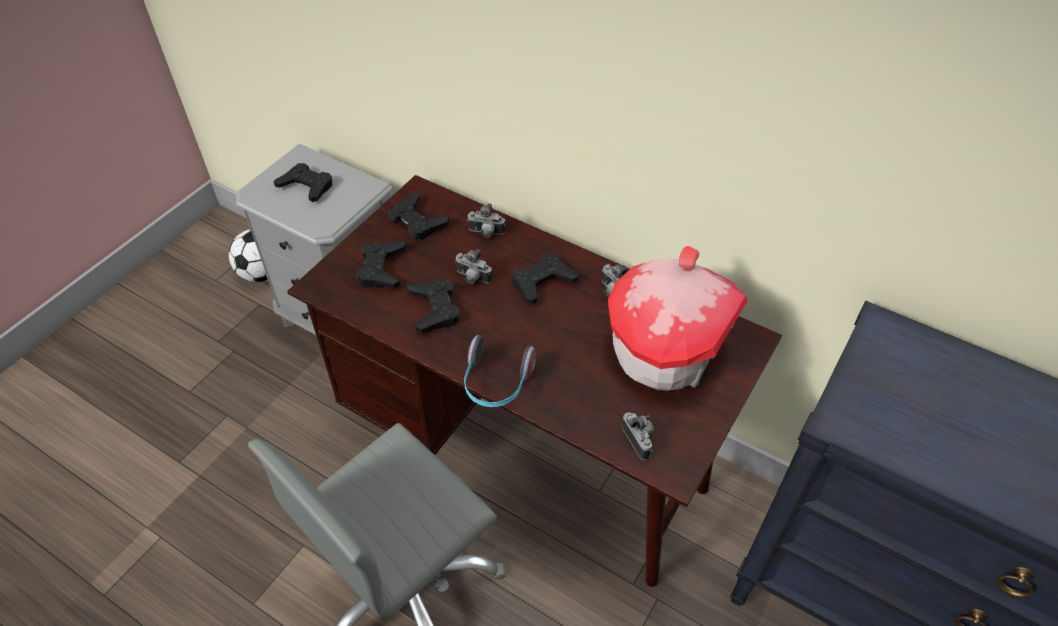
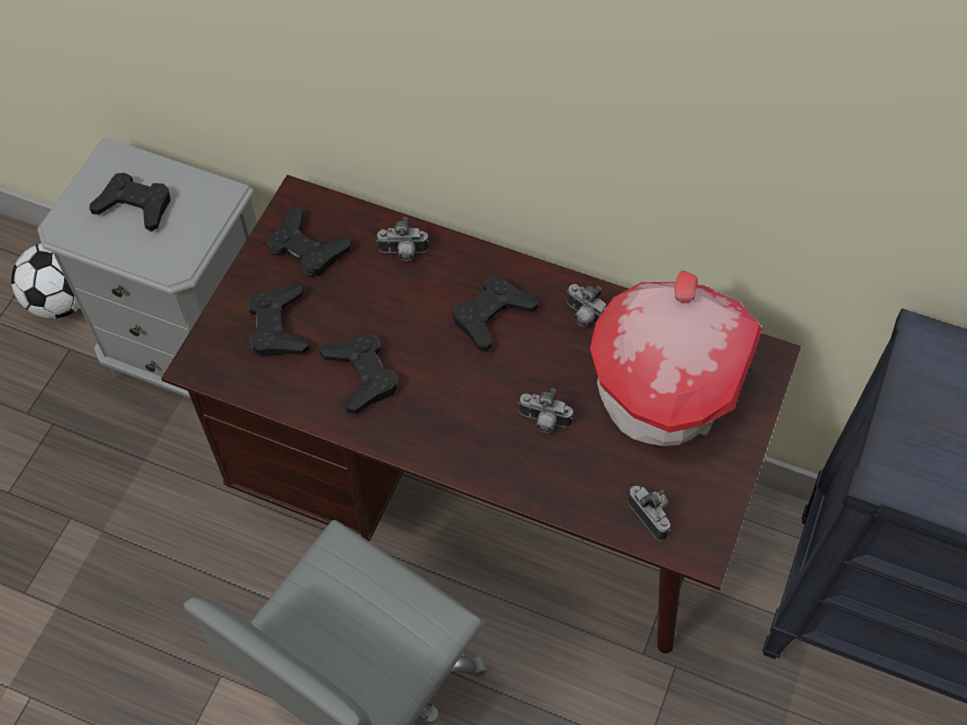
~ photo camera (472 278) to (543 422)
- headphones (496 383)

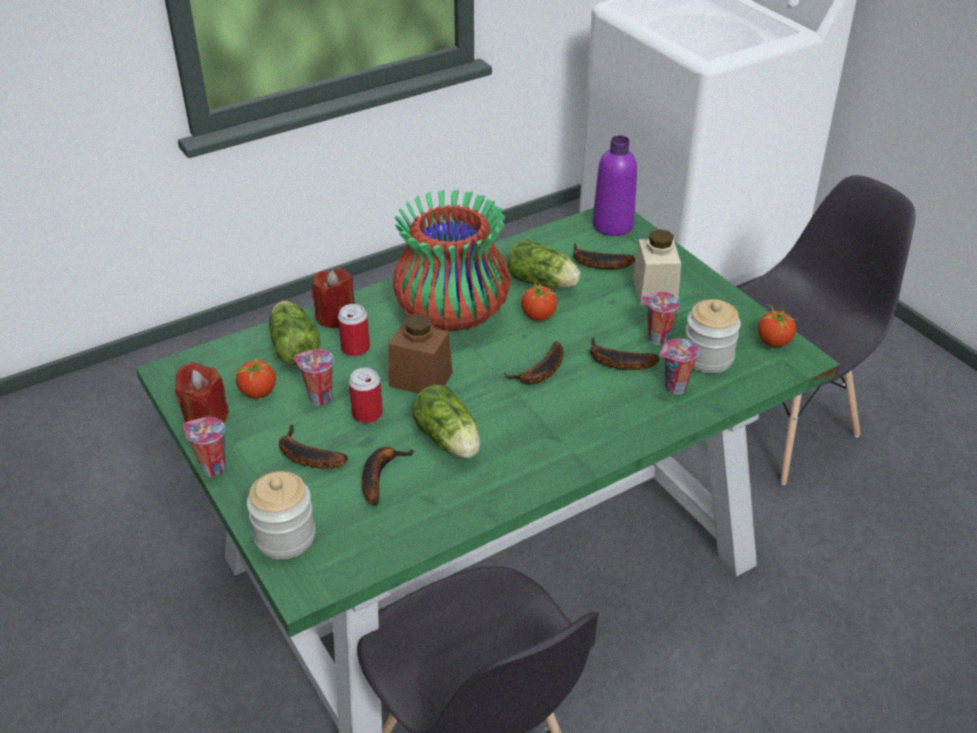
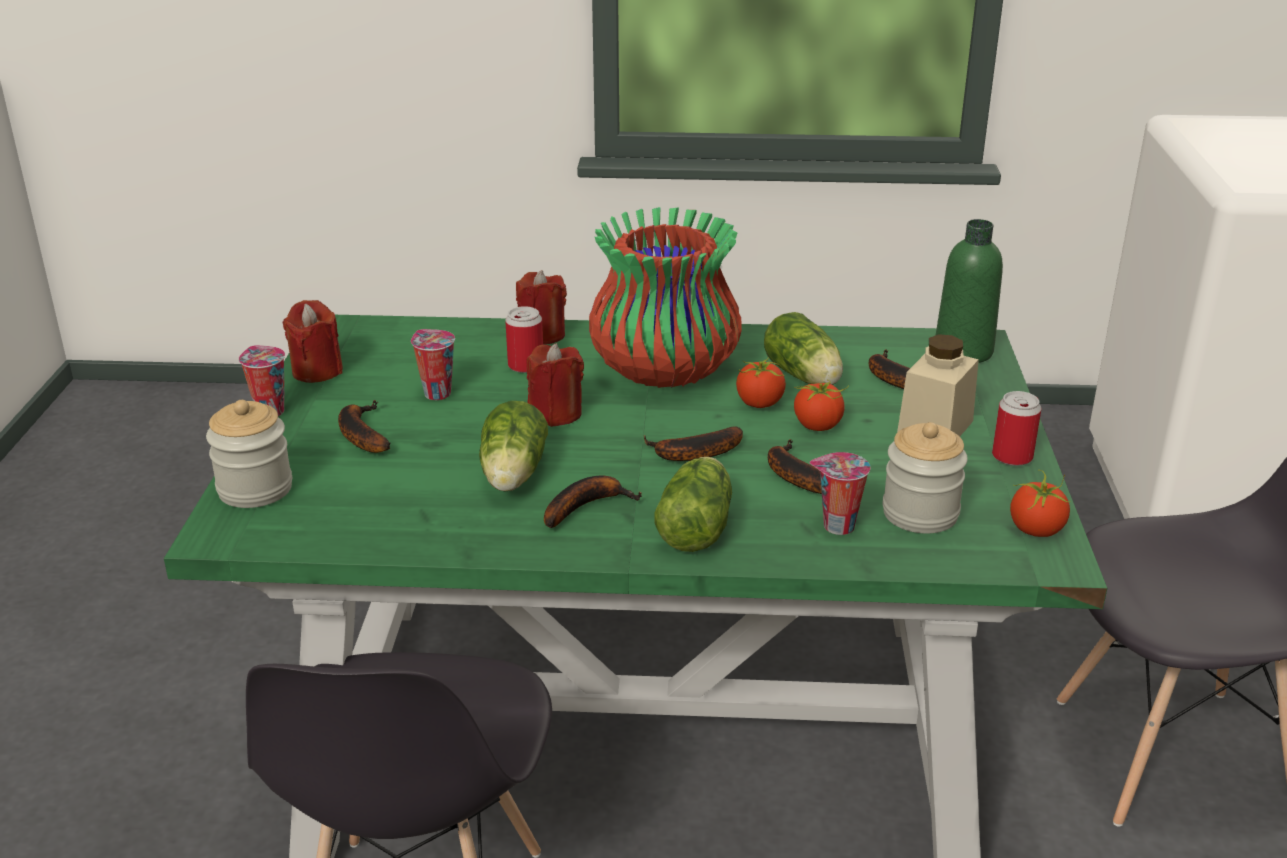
~ tomato (258 392) to (818 425)
~ lettuce (294 346) to (697 525)
~ can (367 414) to (1012 457)
~ banana (380 475) to (586 506)
~ jar in brown (420 379) to candle in red (555 413)
~ bottle in purple (612 225) to bottle in green (963 351)
- cup (656 338)

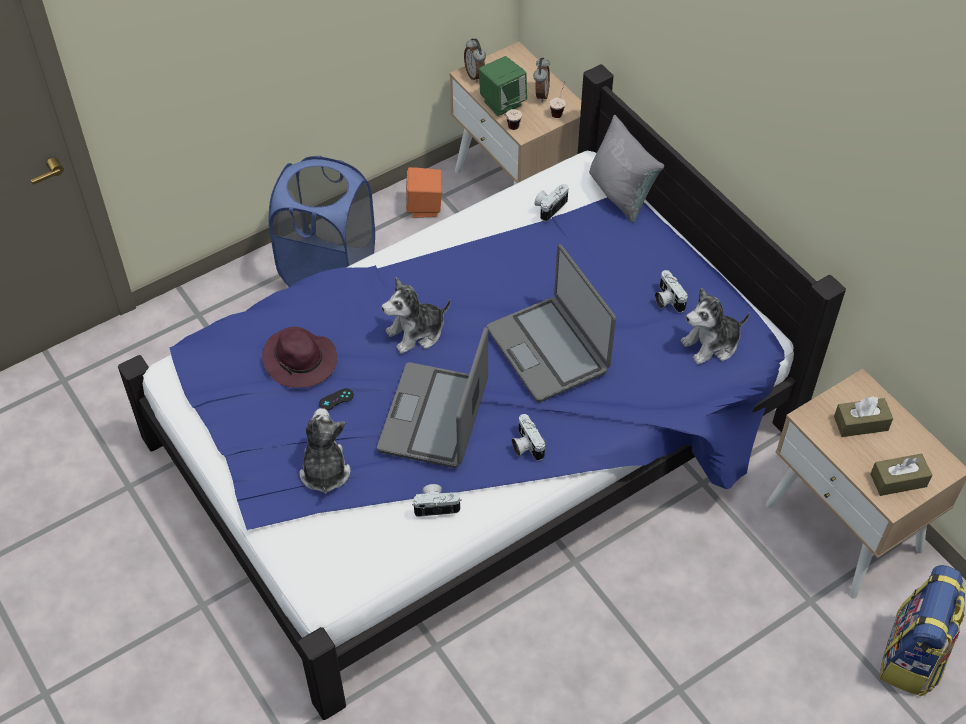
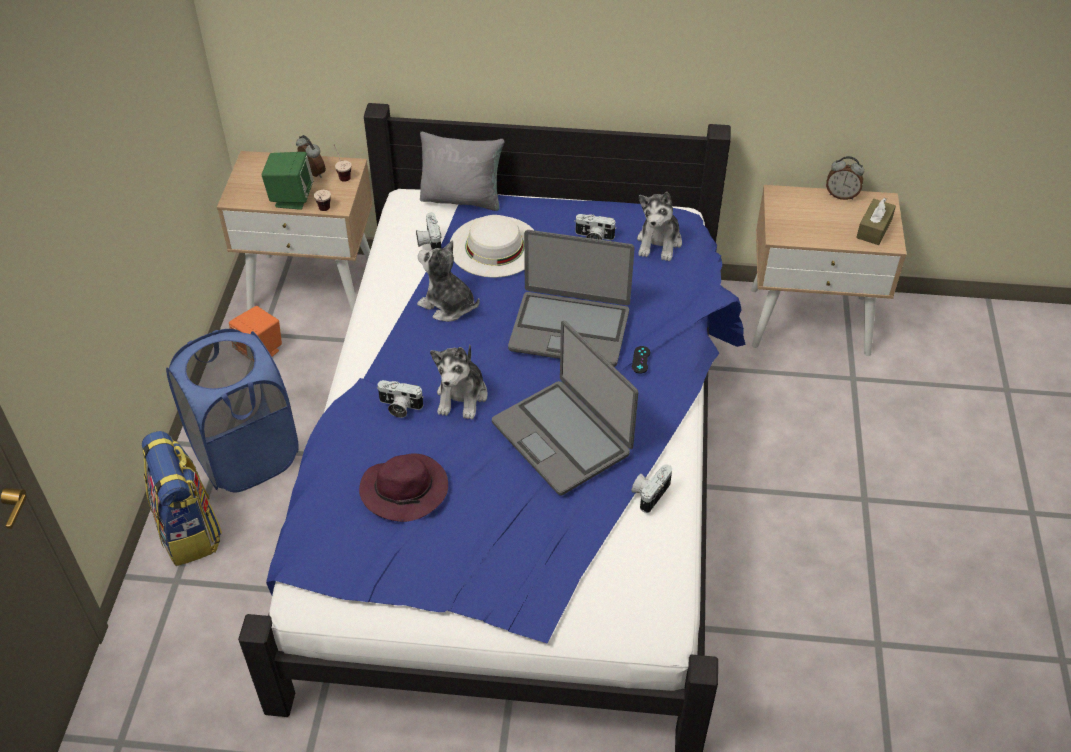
~ plush toy (324 471) to (448 305)
~ game controller in black (336 399) to (641 360)
~ alarm clock (475 75) to (841 195)
~ photo camera (525 445) to (399 407)
- tissue box in brown (860 423)
~ backpack (912 657) to (189 531)
+ hat in white (494 246)

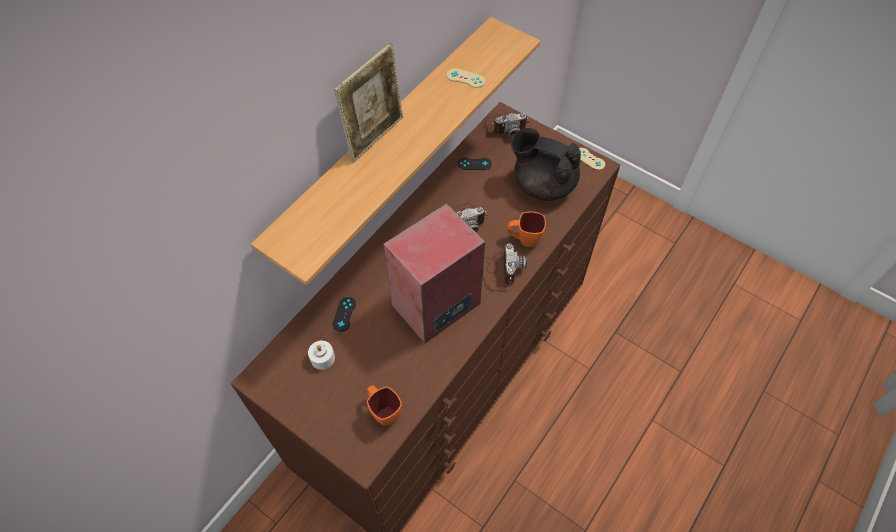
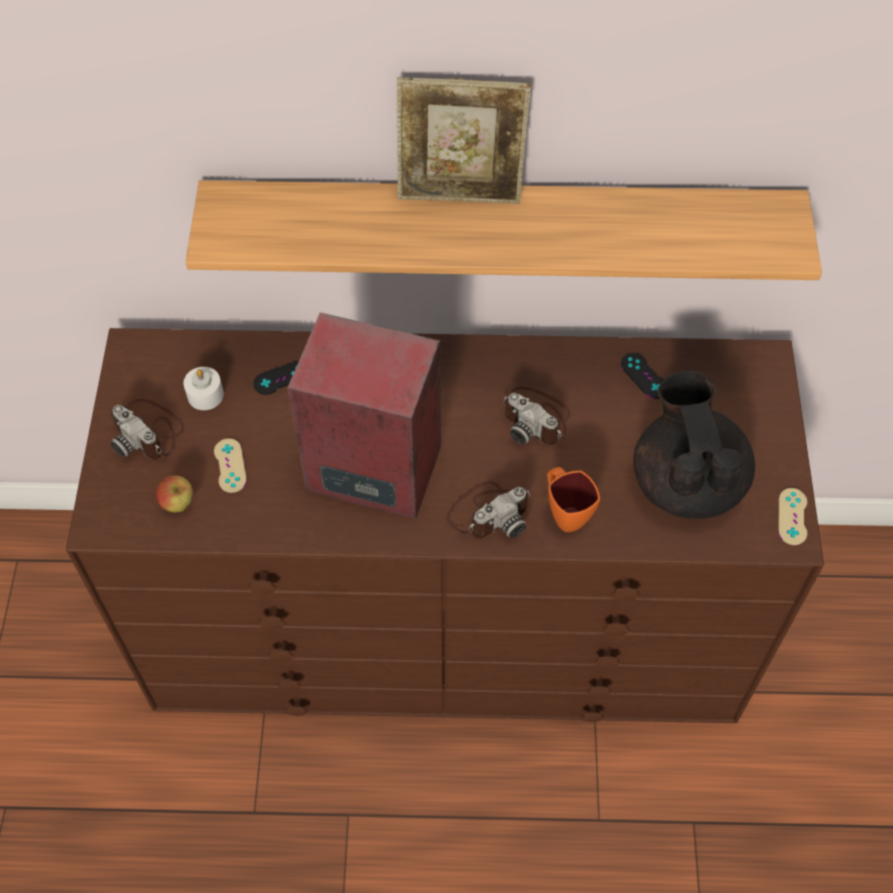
~ mug in orange (383 411) to apple (178 504)
~ game controller in beige (465 78) to (230 465)
~ photo camera (506 125) to (149 432)

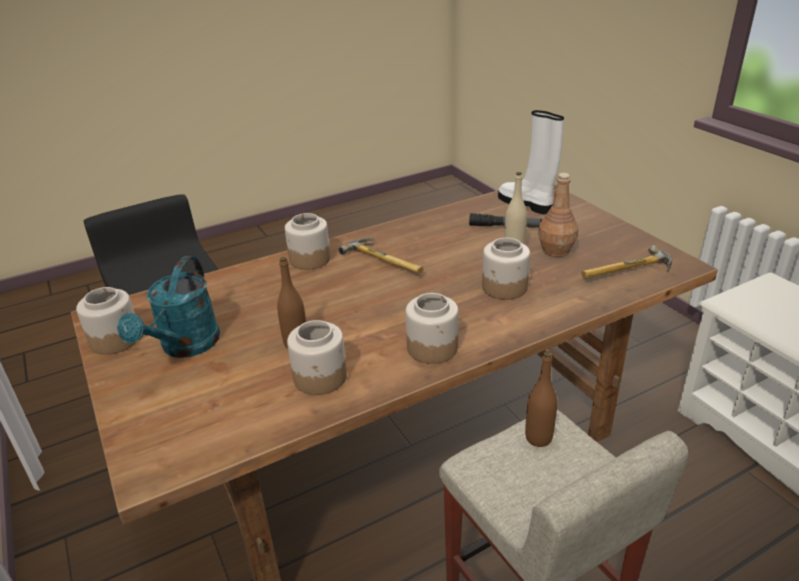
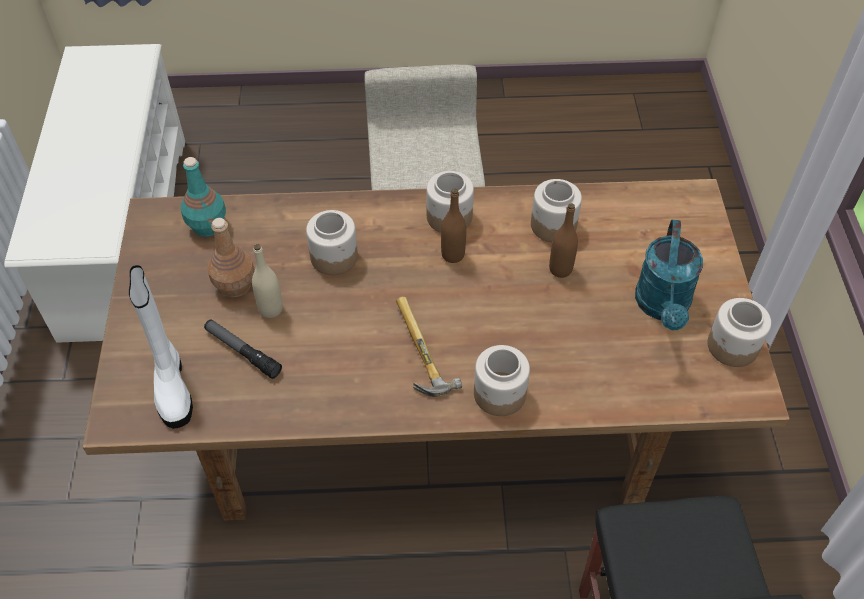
~ watering can in turquoise (185 347) = (663 307) 150 degrees clockwise
~ bottle in brown (538 438) to (453 255)
~ hammer (629 273) to bottle in turquoise (208 225)

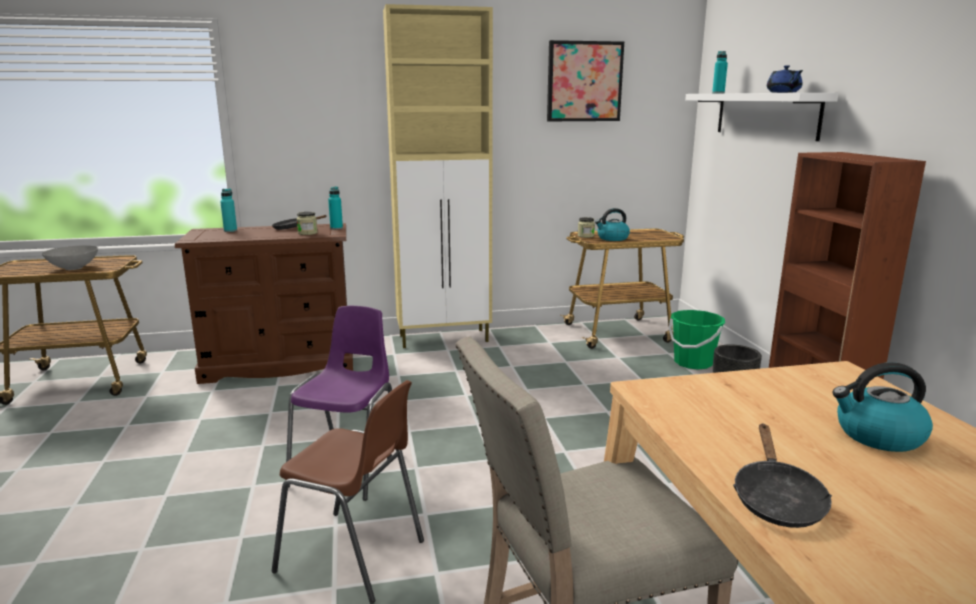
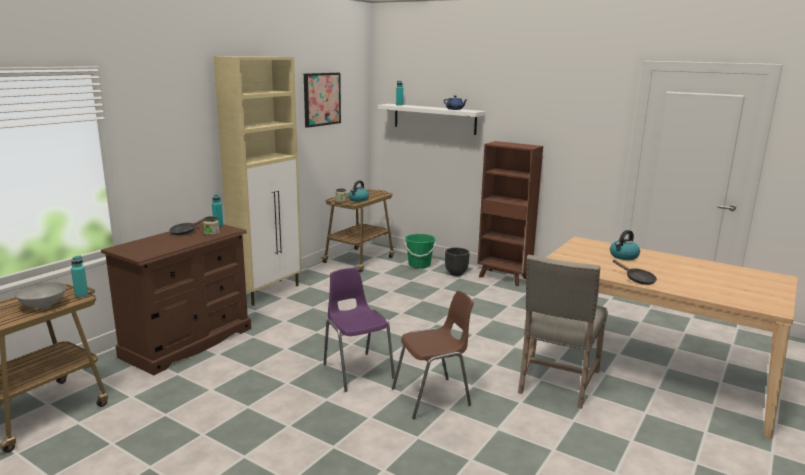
~ bottle in turquoise (230 230) to (81 295)

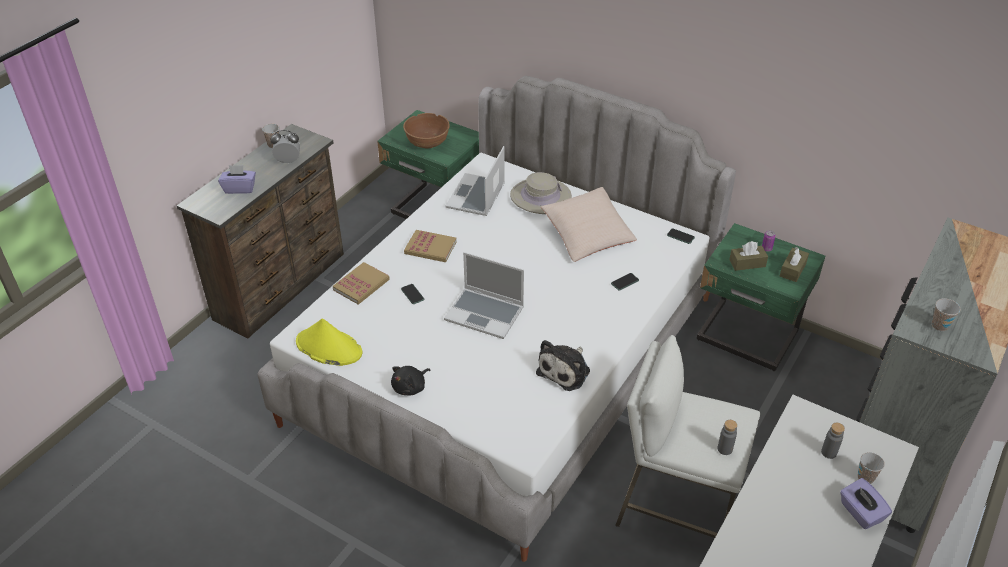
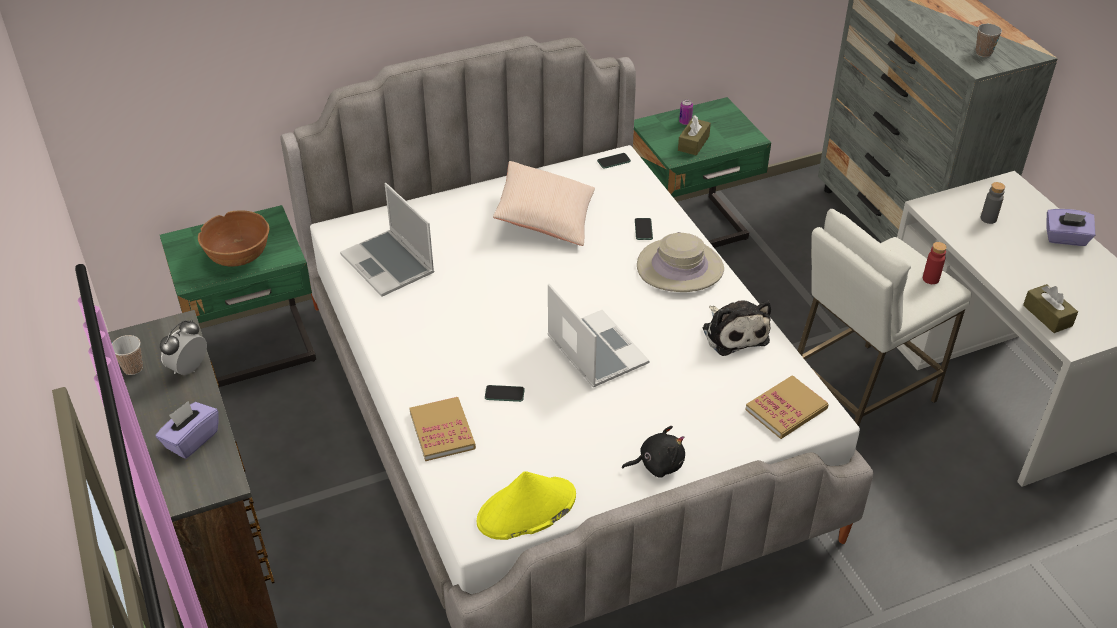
~ plush toy in black (410 387) = (657 464) 90 degrees counterclockwise
~ book (430 248) to (786 409)
~ laptop (485 314) = (595 350) 90 degrees counterclockwise
~ hat in beige (540 197) to (680 268)
~ bottle in grey (725 449) to bottle in red (930 279)
~ tissue box in brown (792 270) to (1047 315)
- cup (865 478)

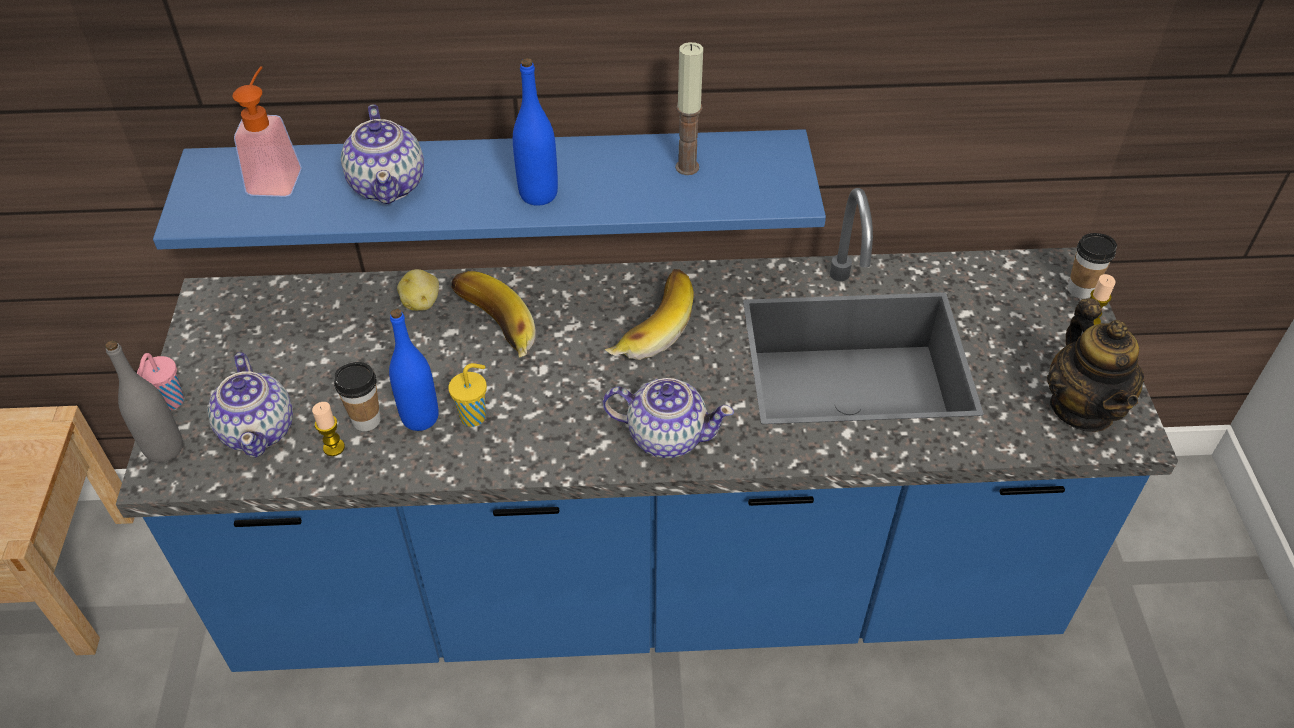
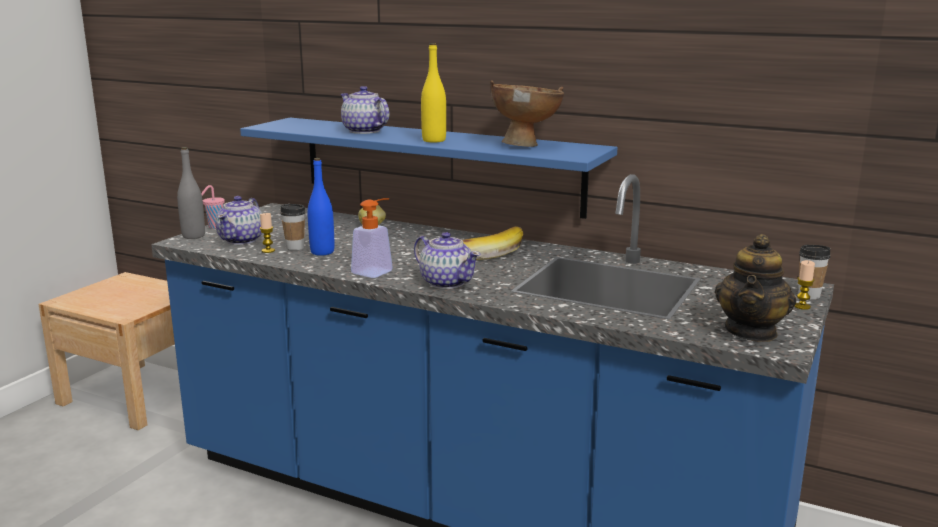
~ soap dispenser (277 176) to (376 270)
~ teapot (388 184) = (364 131) 120 degrees clockwise
- cup in yellow (474 416)
- banana (491 329)
~ bottle in blue (538 194) to bottle in yellow (434 140)
~ candle (687 167) to bowl in brown (527 145)

